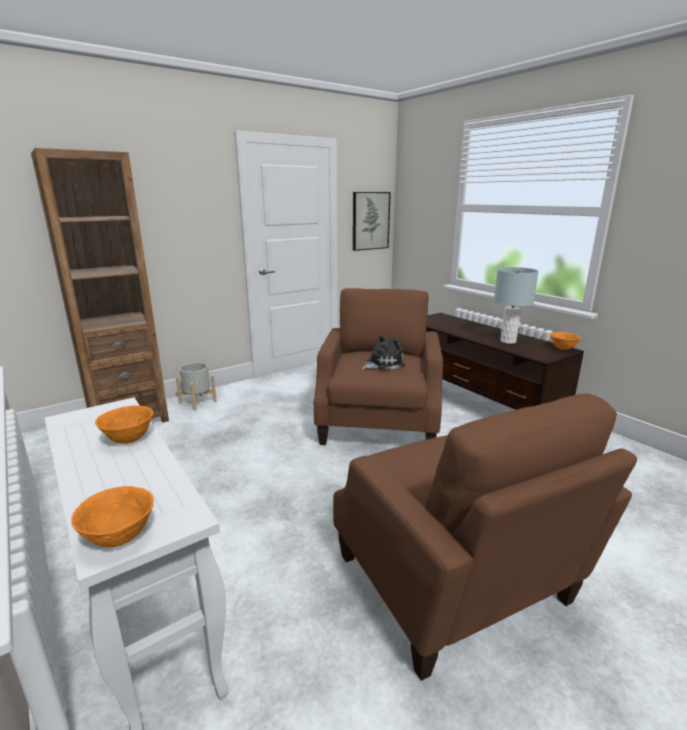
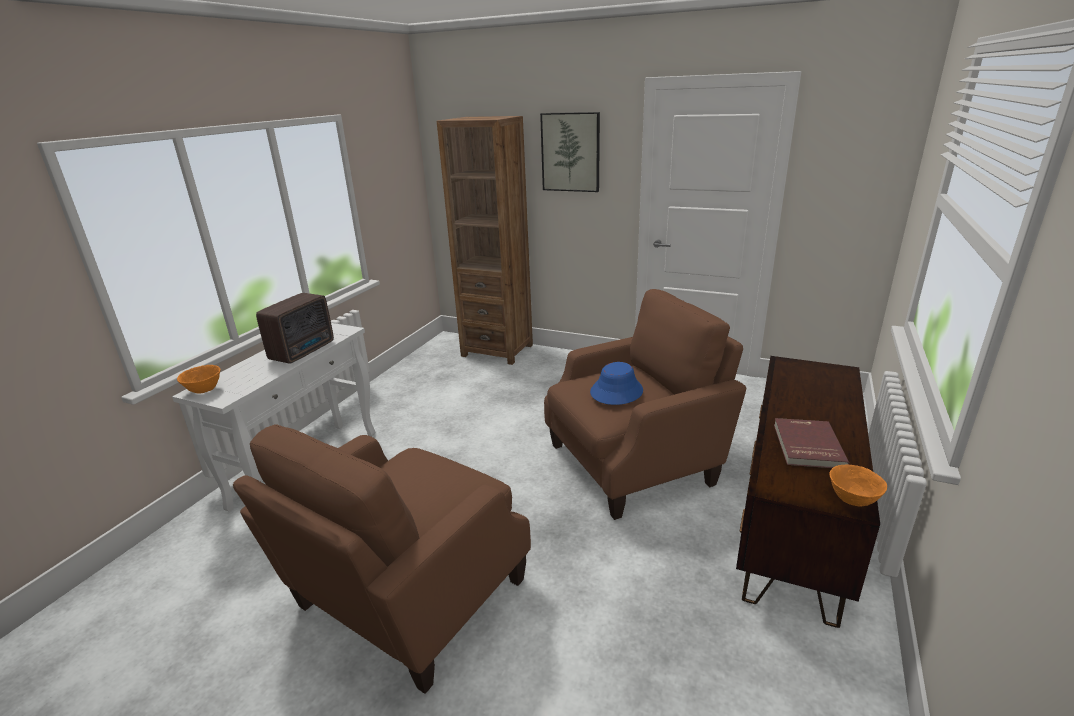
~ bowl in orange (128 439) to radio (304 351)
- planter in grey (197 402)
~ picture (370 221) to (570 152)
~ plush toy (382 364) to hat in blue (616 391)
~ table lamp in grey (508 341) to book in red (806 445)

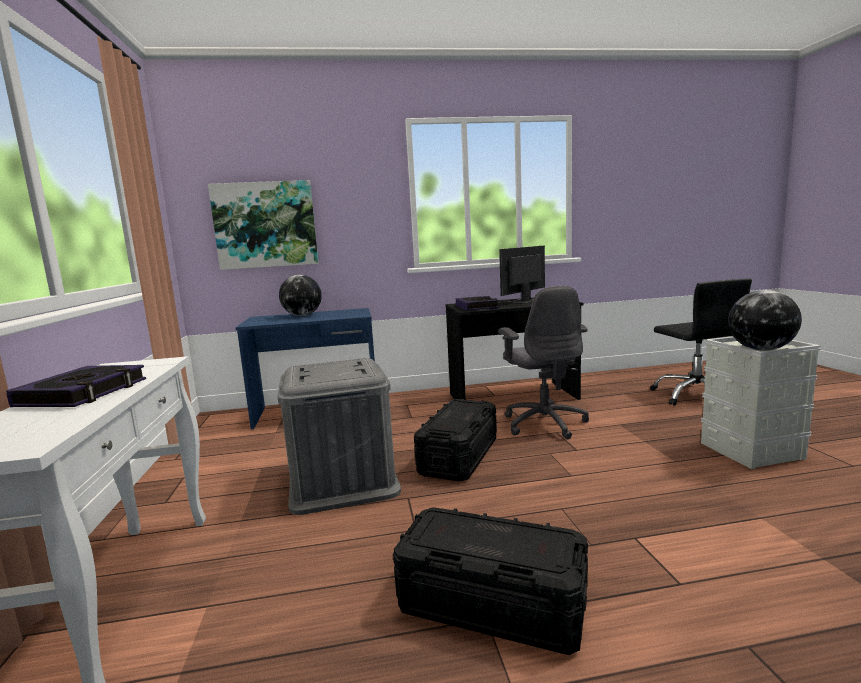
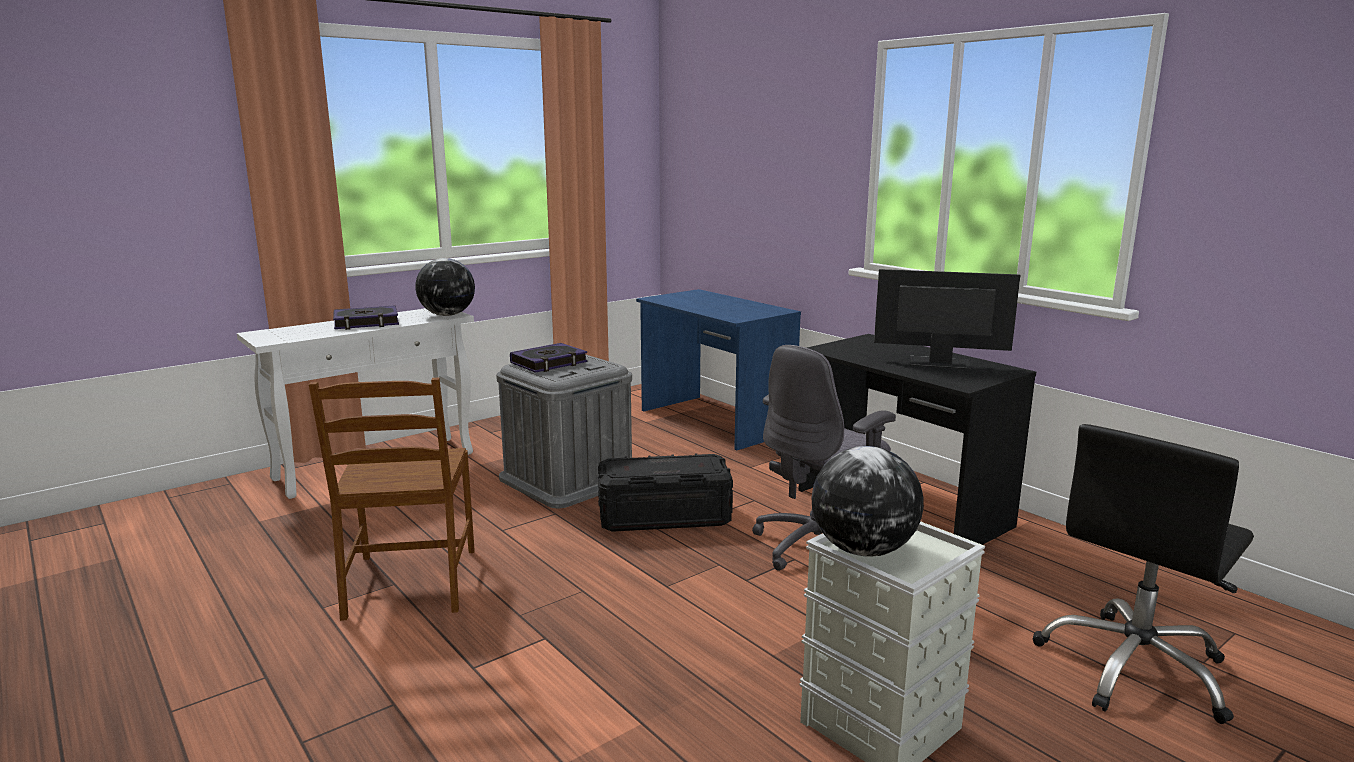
- picture (265 225)
~ globe (302 315) to (447 315)
~ storage box in black (492 605) to chair in brown (410 583)
~ book (476 307) to (549 363)

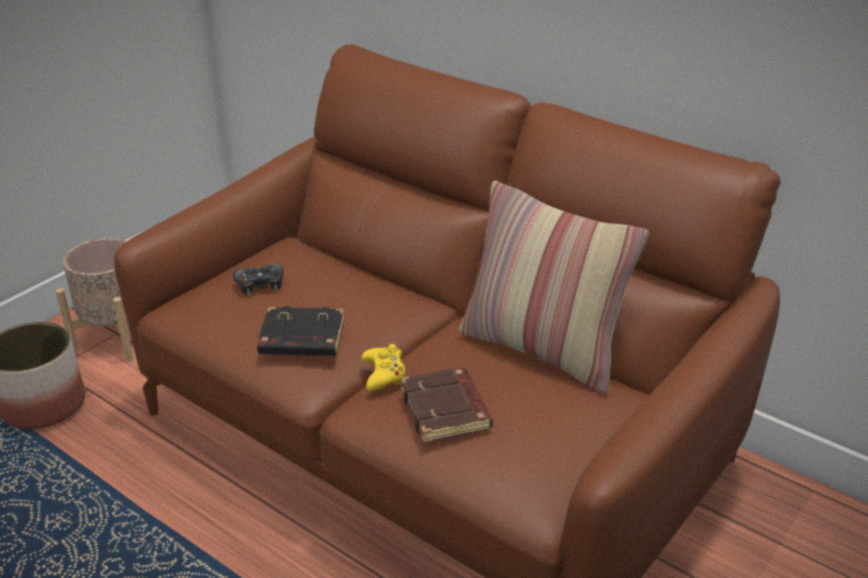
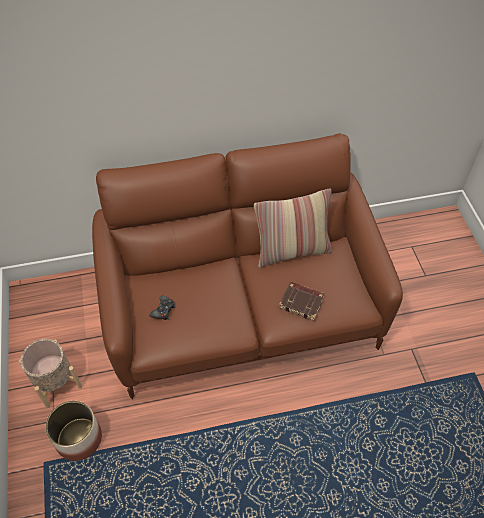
- book in black (301 339)
- game controller in yellow (384 374)

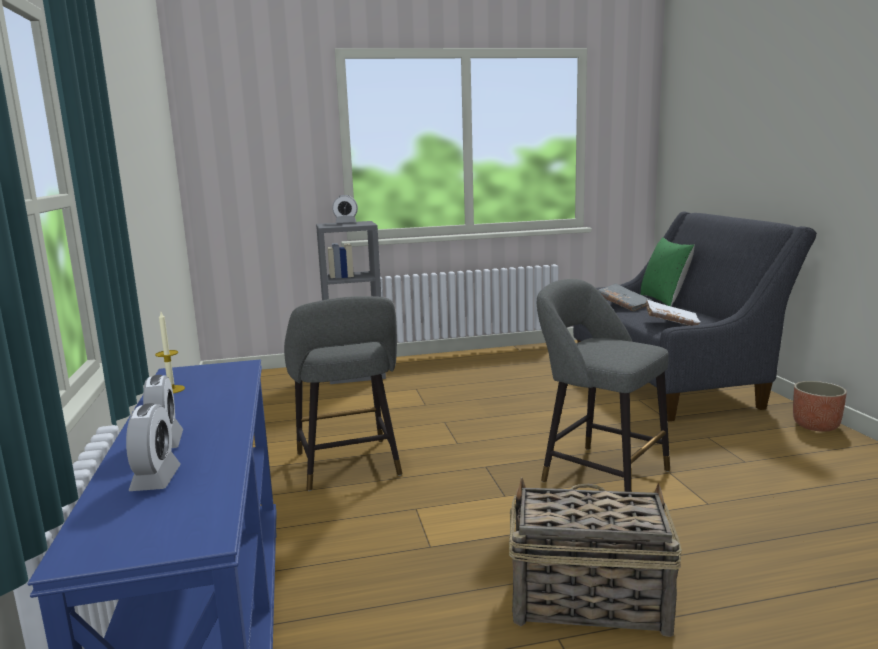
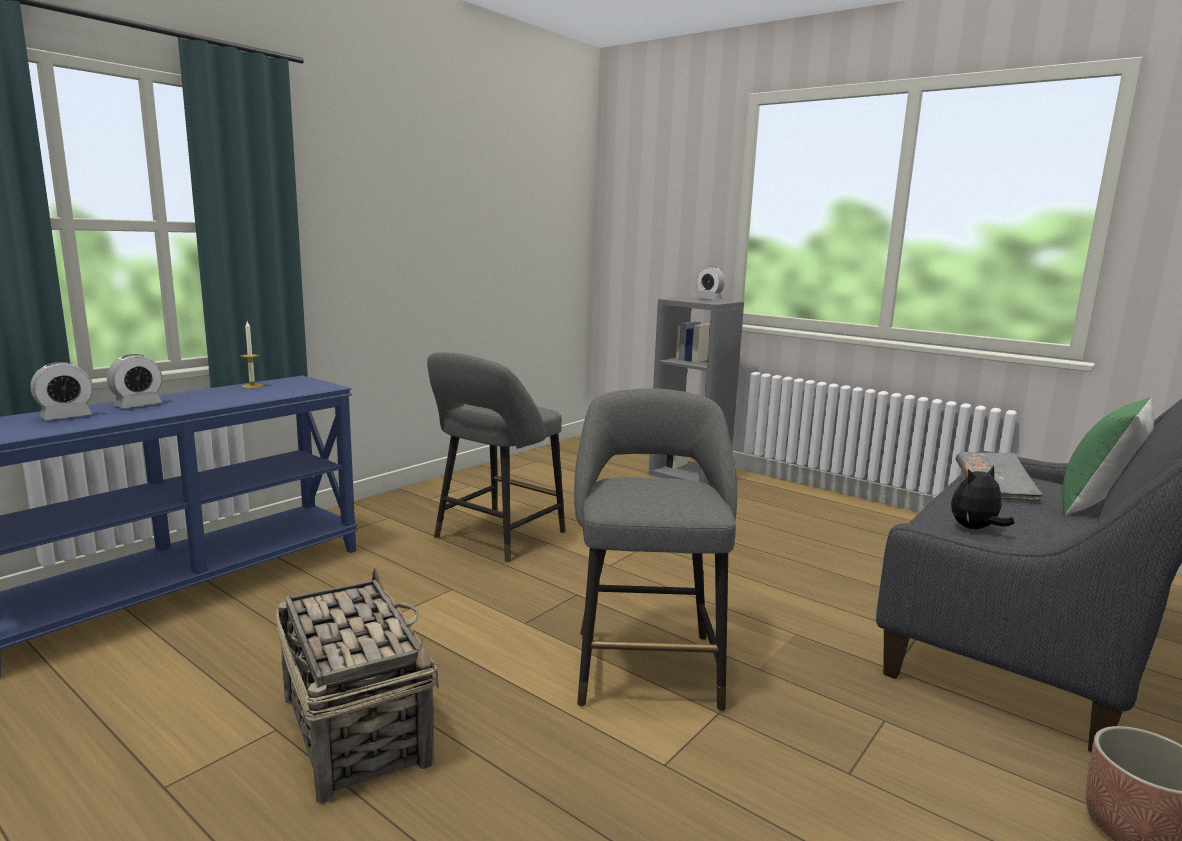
~ book in white (671 323) to plush toy (975 529)

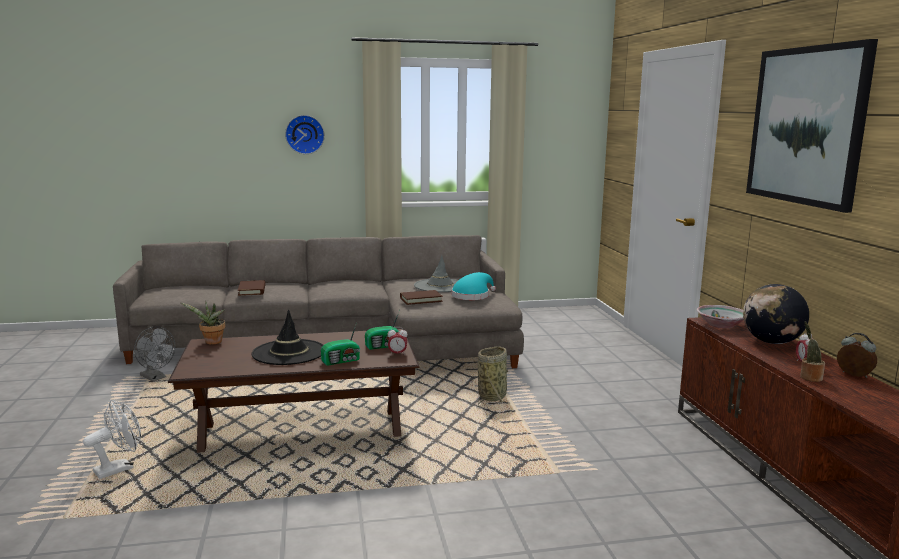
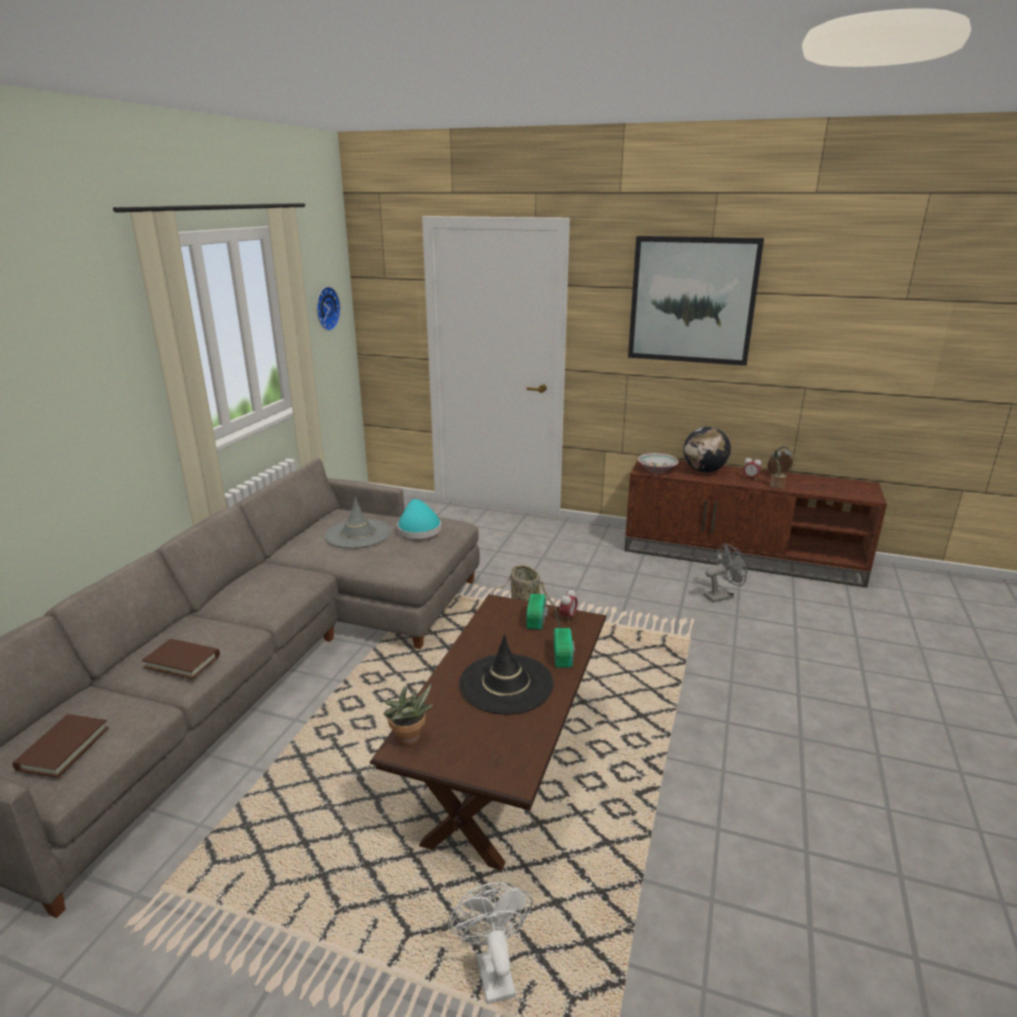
~ fan in grey (156 378) to (722 596)
~ wall clock (305 134) to (325 308)
~ book in brown (421 299) to (63 748)

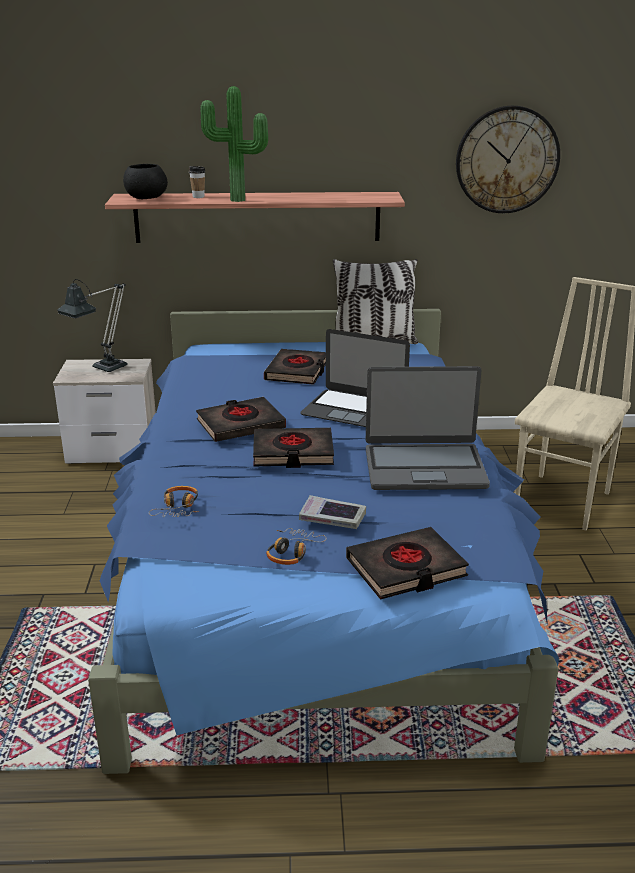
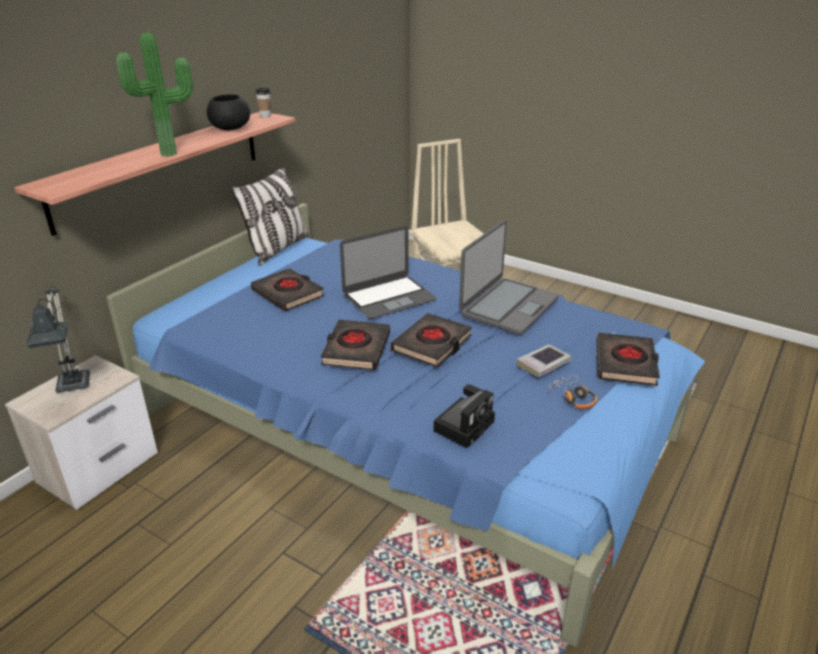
~ bowl in black (146 198) to (229 128)
~ headphones (178 508) to photo camera (464 425)
~ cup (198 197) to (265 116)
- wall clock (507 160)

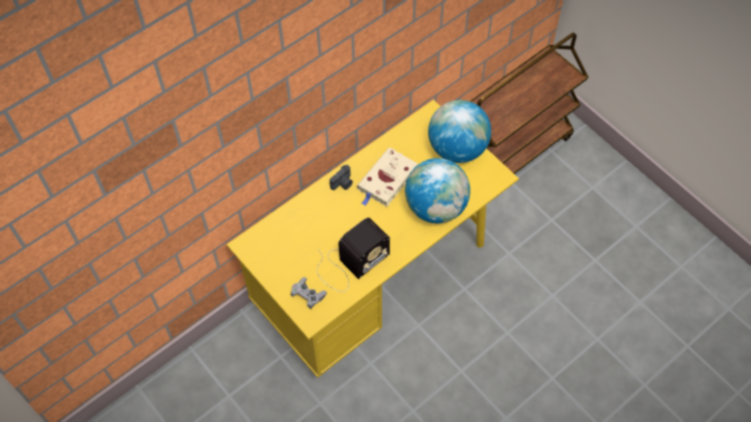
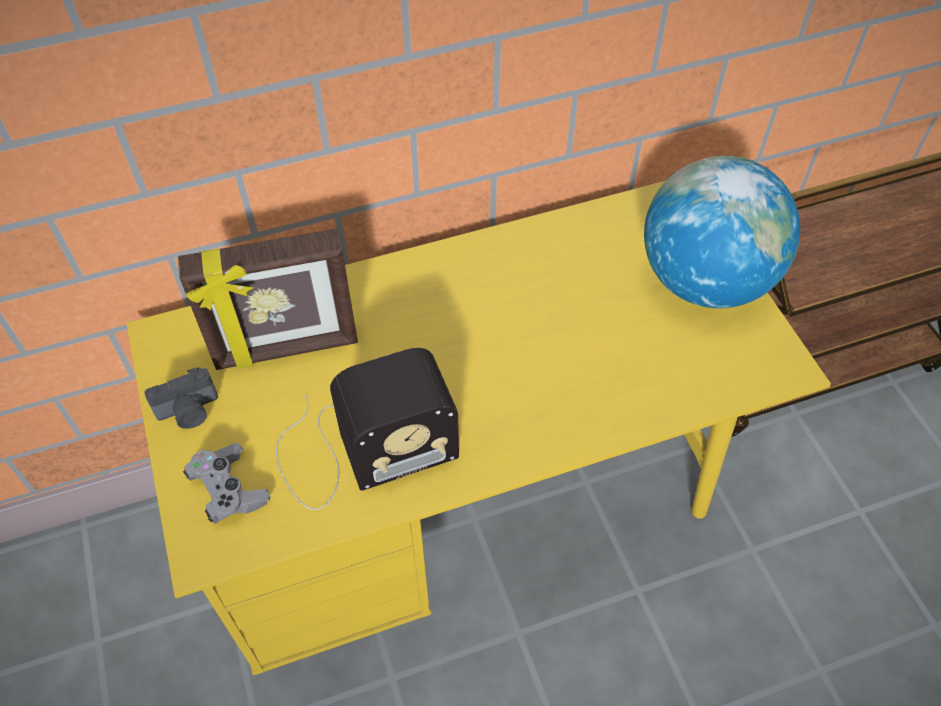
~ photo camera (343 183) to (189 412)
- book in beige (386 180)
- globe (436 207)
+ picture frame (286 350)

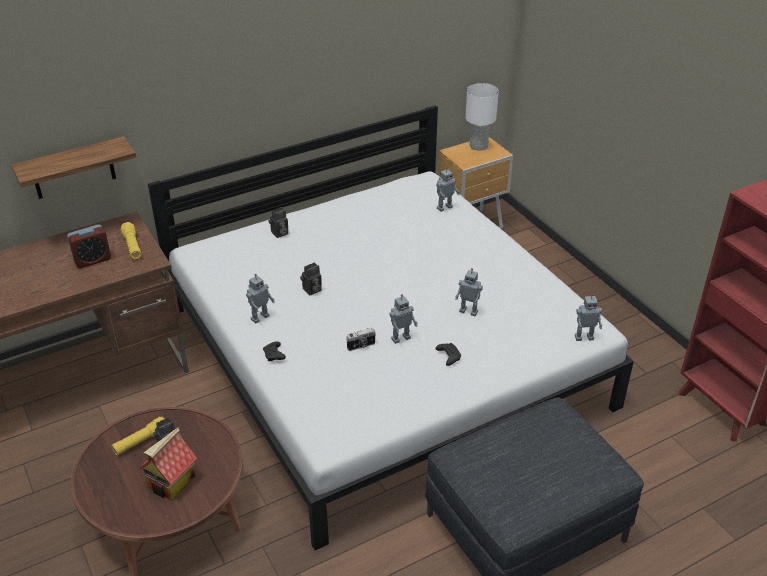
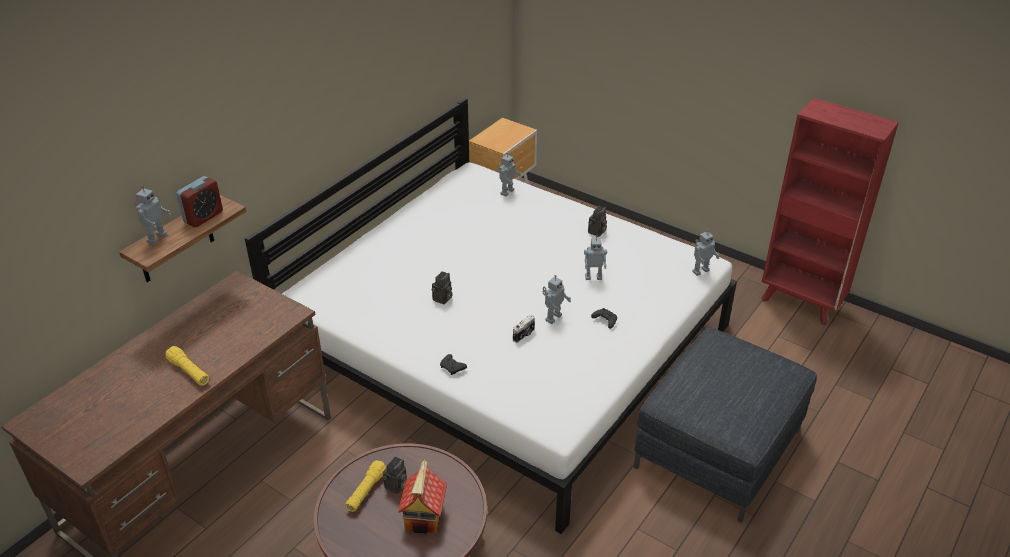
~ alarm clock (92 260) to (203 217)
~ flashlight in yellow (132 246) to (189 372)
~ toy robot (259 317) to (156 238)
~ photo camera (279 233) to (597 232)
- table lamp in white (479 145)

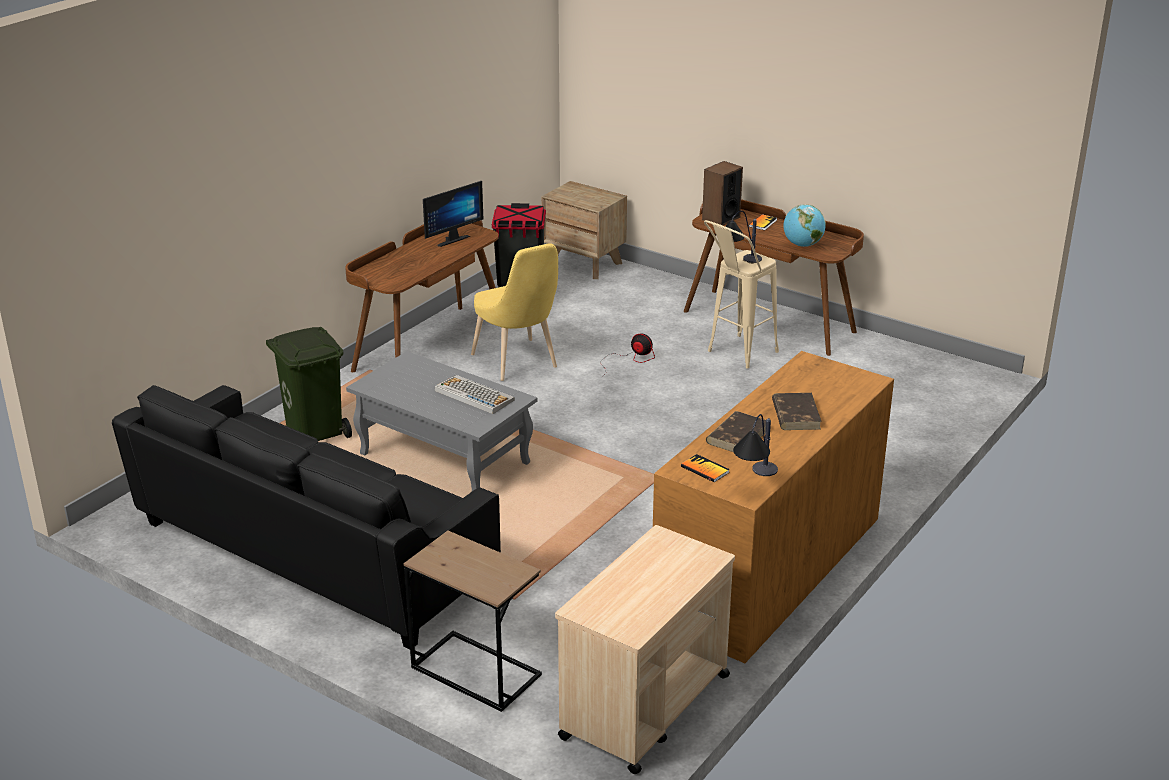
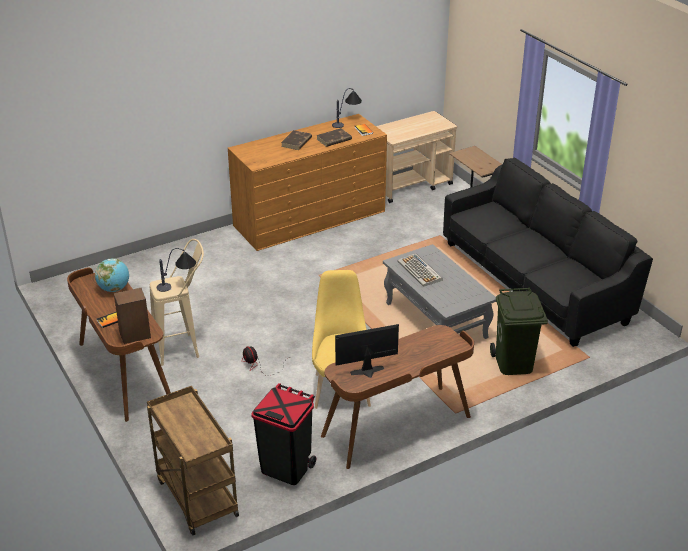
~ nightstand in brown (584 263) to cart in brown (195 497)

